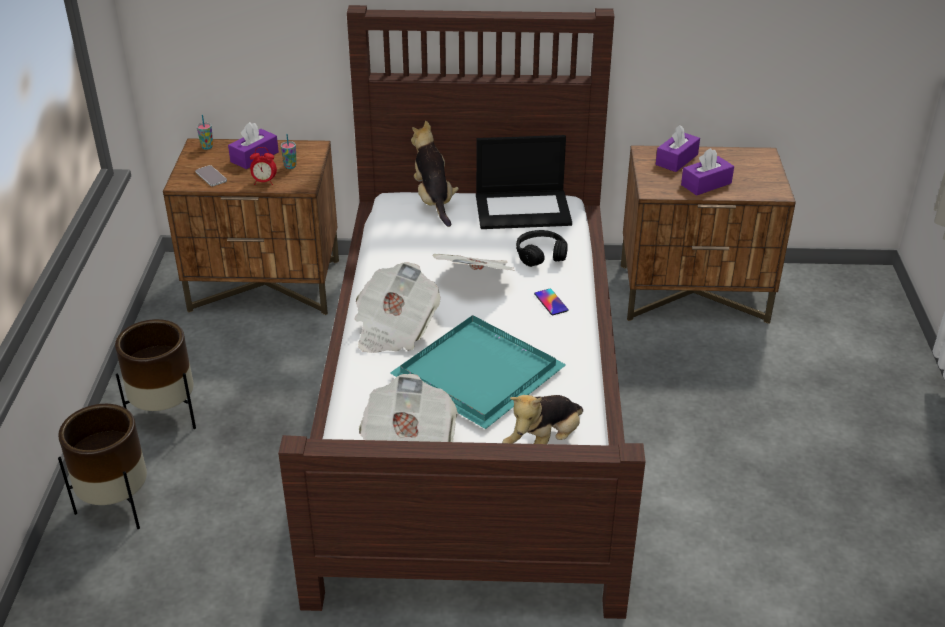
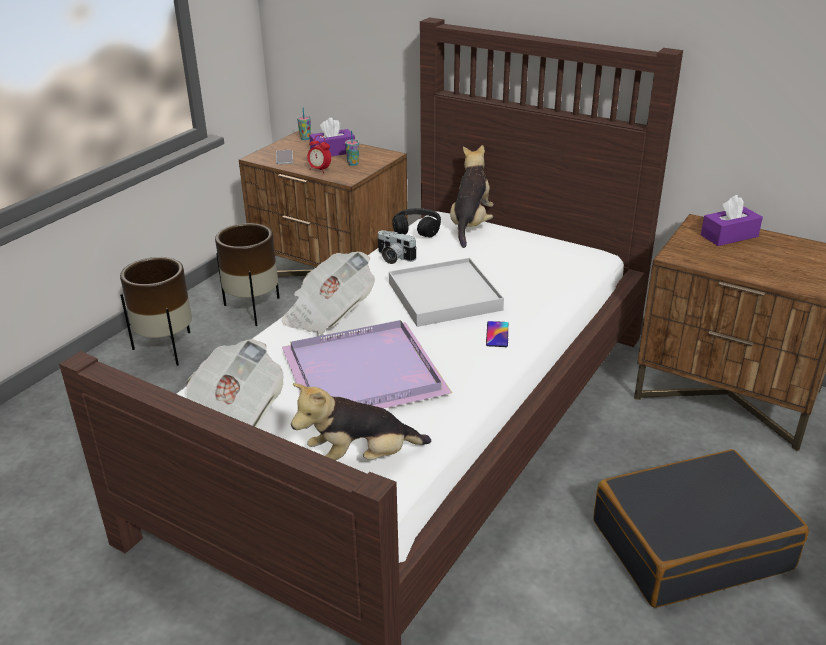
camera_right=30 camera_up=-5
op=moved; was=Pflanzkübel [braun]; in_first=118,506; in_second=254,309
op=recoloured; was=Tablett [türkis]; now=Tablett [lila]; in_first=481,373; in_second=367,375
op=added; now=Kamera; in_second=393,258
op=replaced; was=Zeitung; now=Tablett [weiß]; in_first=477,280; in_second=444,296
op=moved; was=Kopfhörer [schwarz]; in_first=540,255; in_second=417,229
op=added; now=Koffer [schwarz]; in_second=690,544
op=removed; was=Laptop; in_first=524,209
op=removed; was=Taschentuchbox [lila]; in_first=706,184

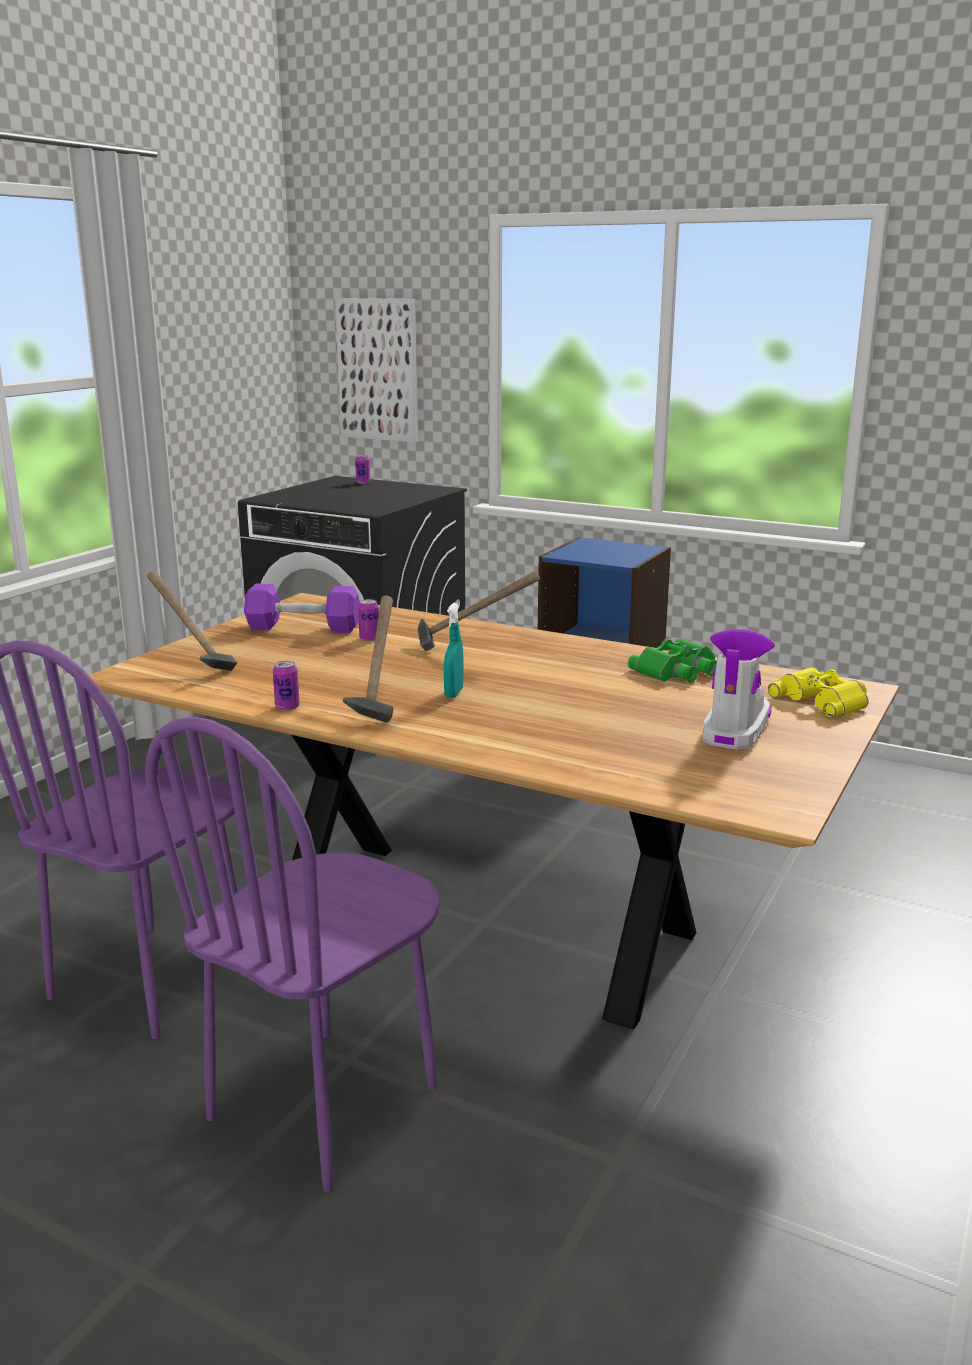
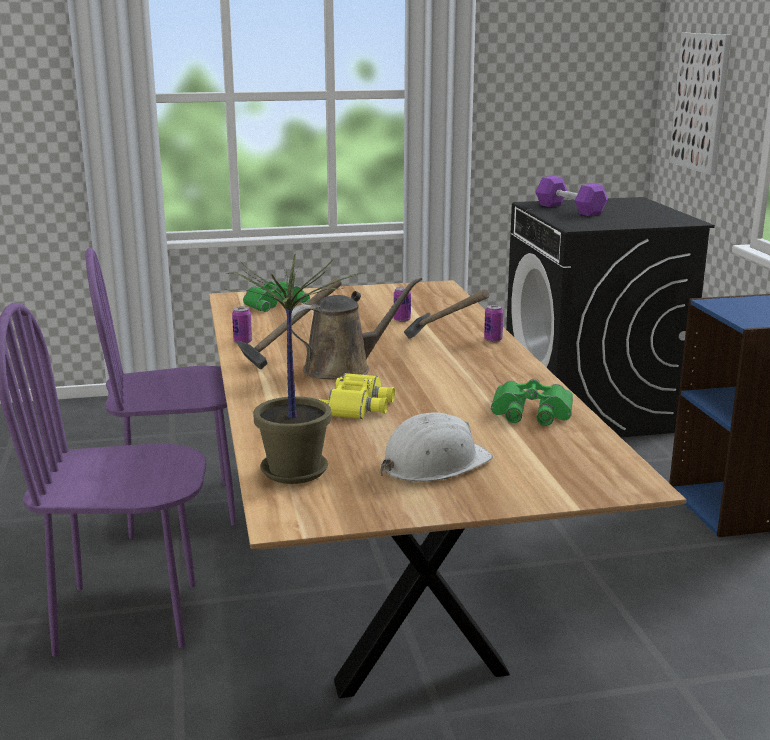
camera_right=50 camera_up=0
op=added; now=Topfpflanze; in_second=293,470
op=replaced; was=Hammer; now=Fernglas [grün]; in_first=192,663; in_second=273,302
op=replaced; was=Sprühflasche [türkis]; now=Gießkanne [braun]; in_first=454,693; in_second=343,368
op=moved; was=Fernglas [gelb]; in_first=823,701; in_second=359,405
op=replaced; was=Stiefel; now=Schutzhelm [weiß]; in_first=735,730; in_second=433,463
op=moved; was=Dose; in_first=363,483; in_second=493,340
op=moved; was=Hantel [lila]; in_first=303,628; in_second=570,209

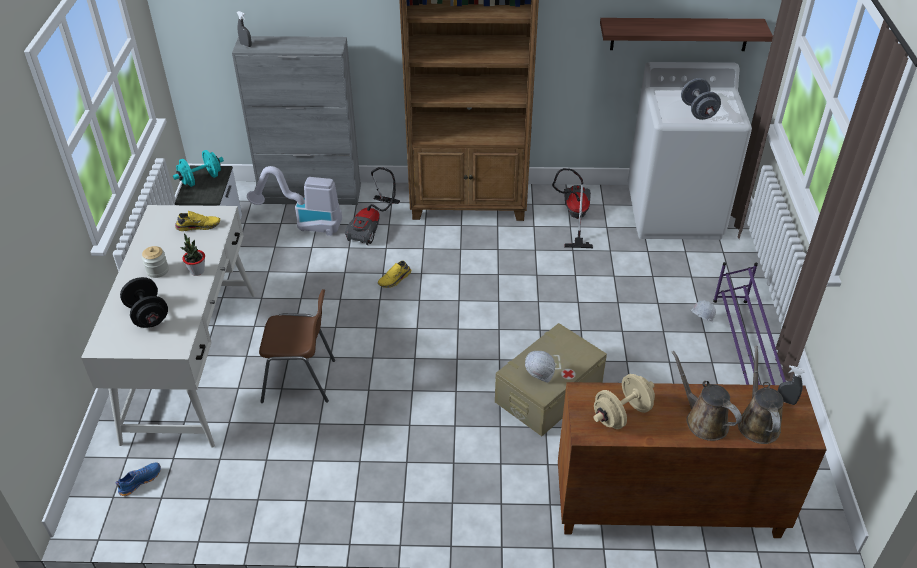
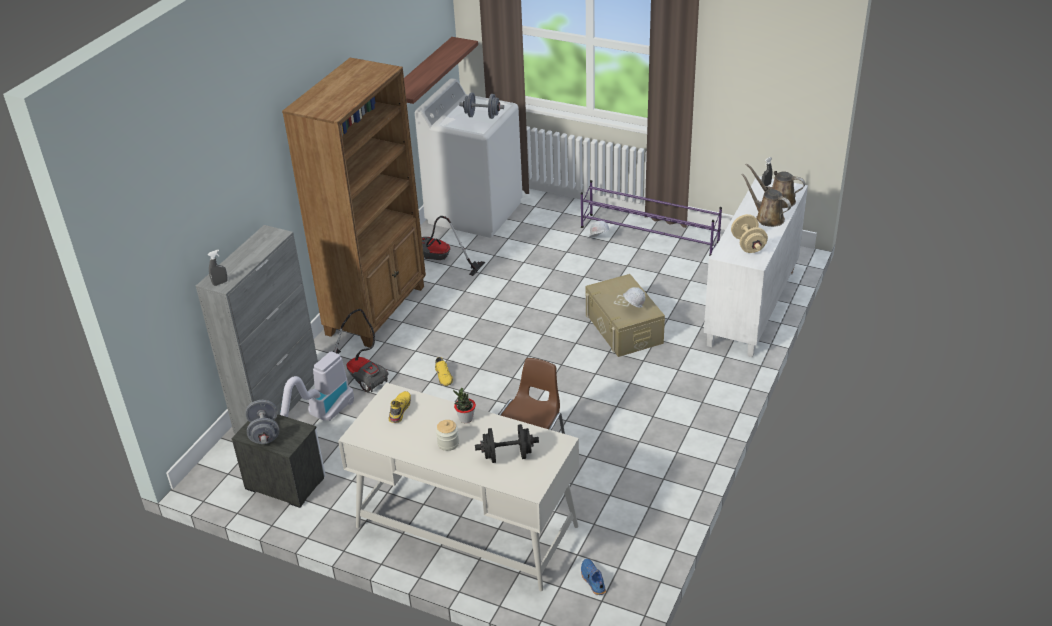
camera_right=-65 camera_up=-5
op=recoloured; was=Hantel [türkis]; now=Hantel [grau]; in_first=201,179; in_second=265,433
op=recoloured; was=Schrank [braun]; now=Schrank [weiß]; in_first=666,509; in_second=752,308
op=turned; was=Gießkanne [braun]; in_first=703,420; in_second=767,218; clockwise=60

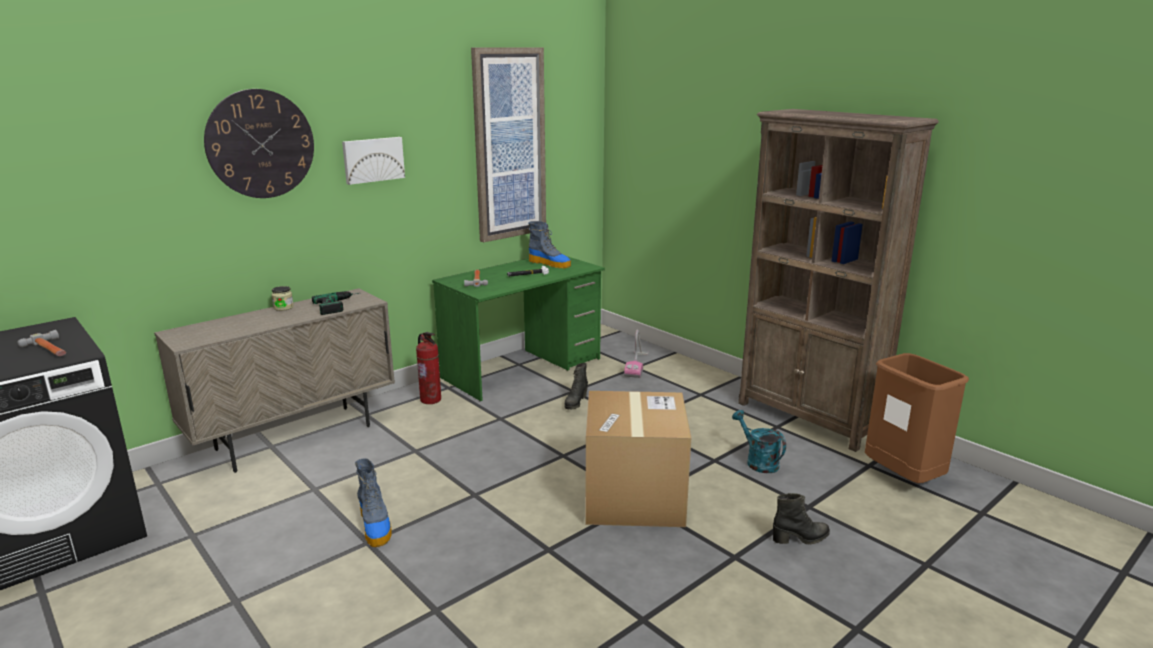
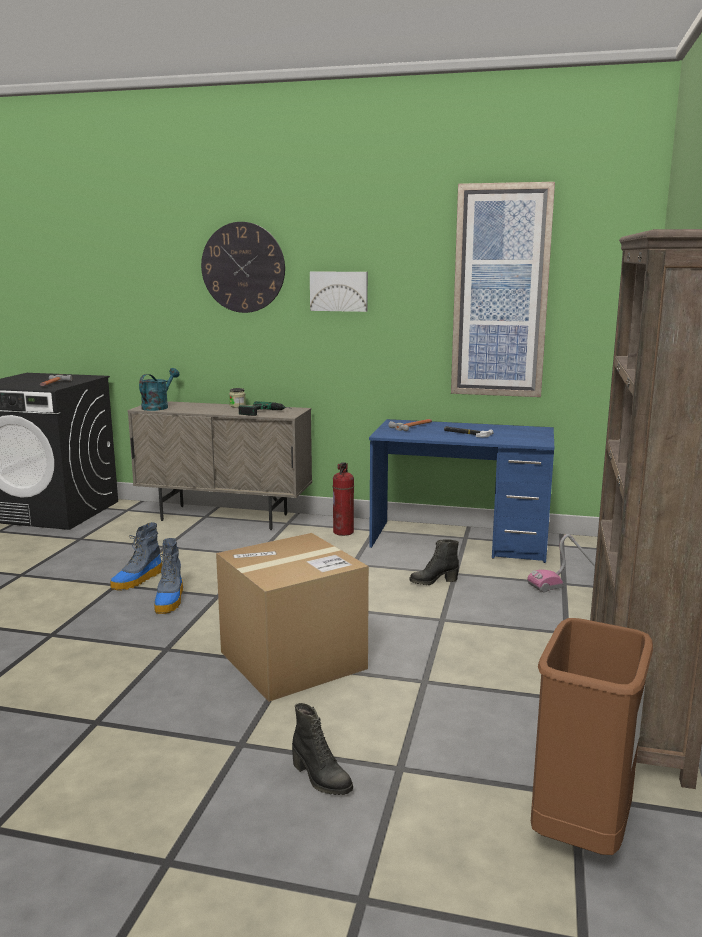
camera_right=55 camera_up=-5
op=moved; was=Gießkanne [türkis]; in_first=758,461; in_second=158,407
op=moved; was=Stiefel; in_first=550,264; in_second=170,600
op=recoloured; was=Schreibtisch [grün]; now=Schreibtisch [blau]; in_first=522,368; in_second=459,541

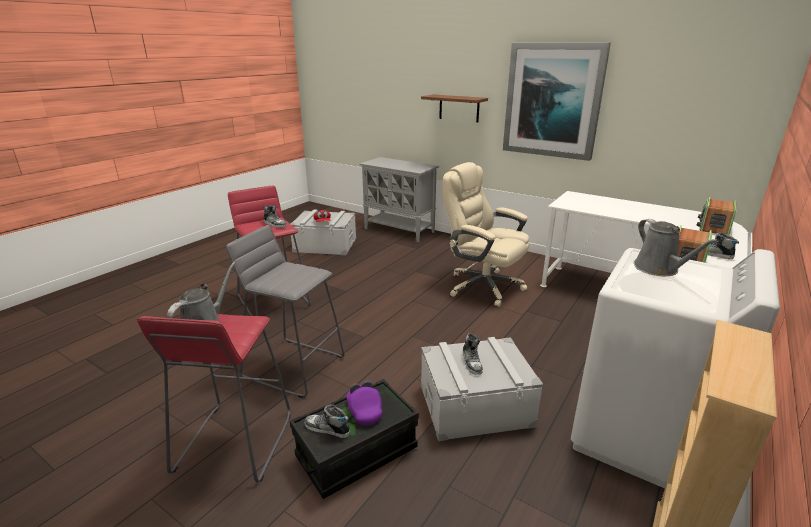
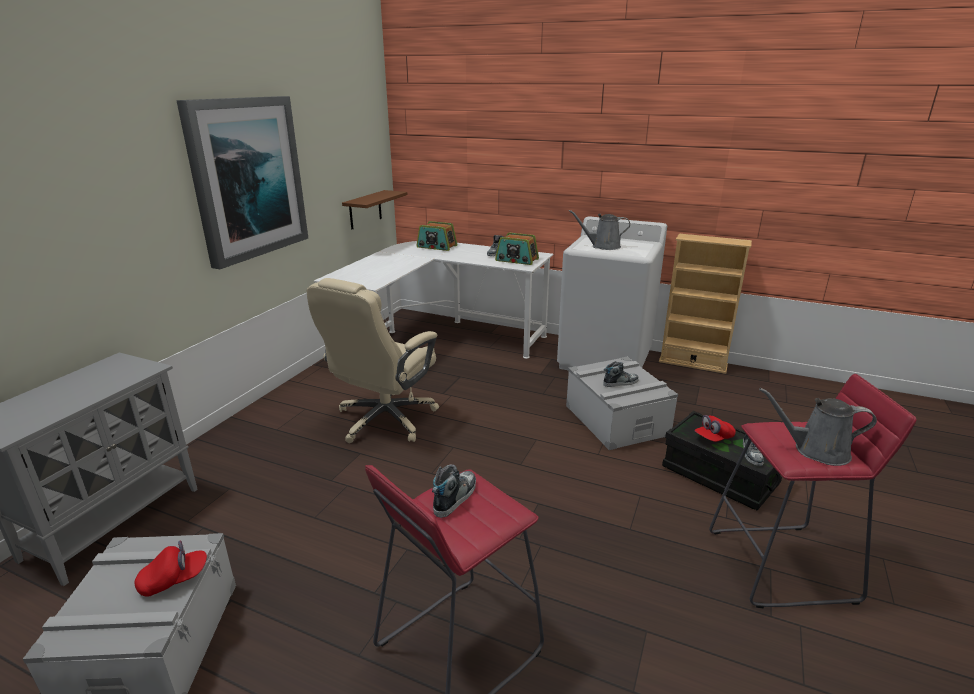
camera_right=-100 camera_up=0
op=moved; was=Wandregal [braun]; in_first=459,108; in_second=365,210
op=turned; was=Gießkanne [grau]; in_first=659,269; in_second=603,246; clockwise=-150
op=recoloured; was=Kappe [lila]; now=Kappe [rot]; in_first=364,410; in_second=713,438
op=removed; was=Hocker [grau]; in_first=294,366

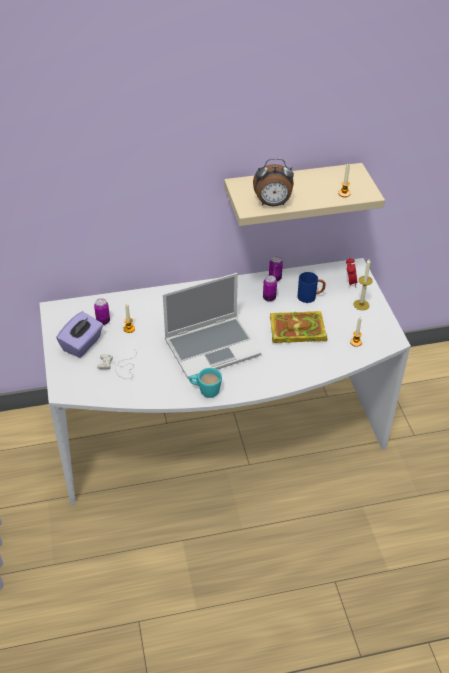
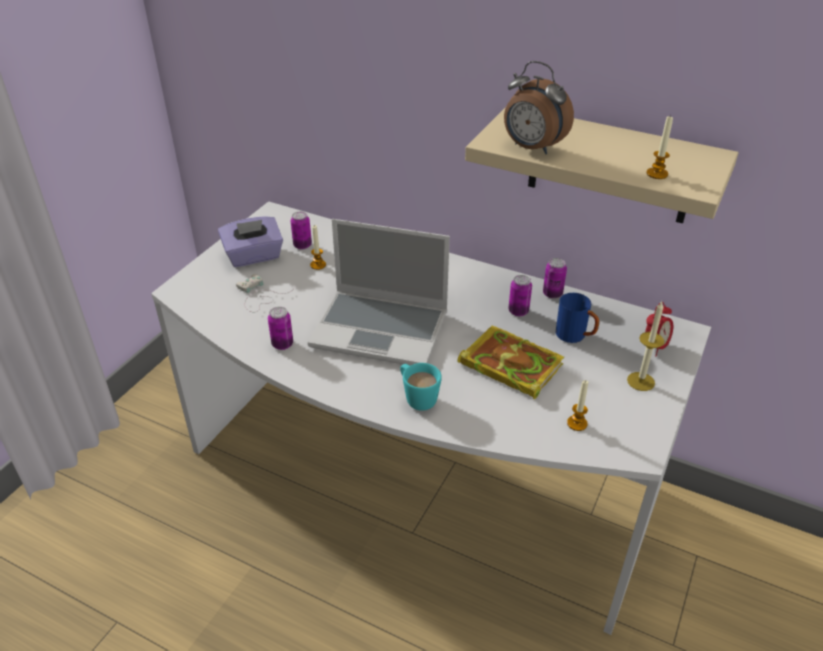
camera_right=40 camera_up=-5
op=added; now=Dose; in_second=282,344
op=moved; was=Henkelbecher [türkis]; in_first=205,391; in_second=417,397

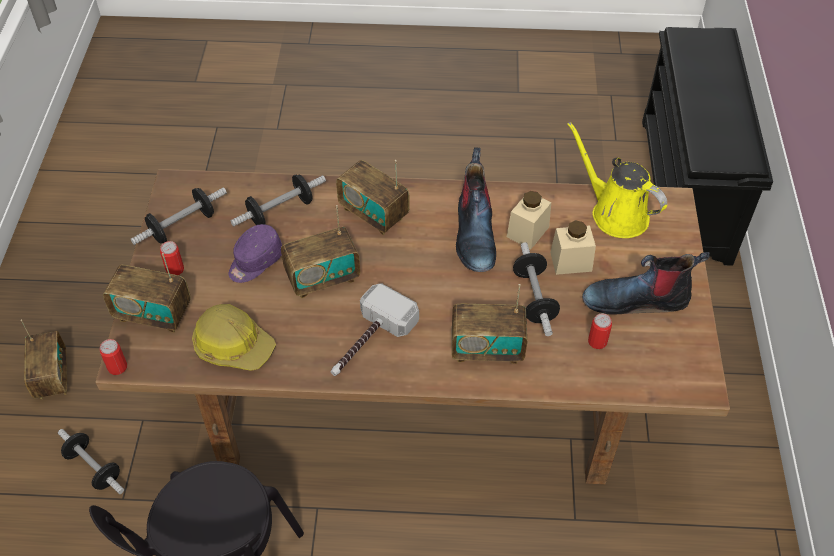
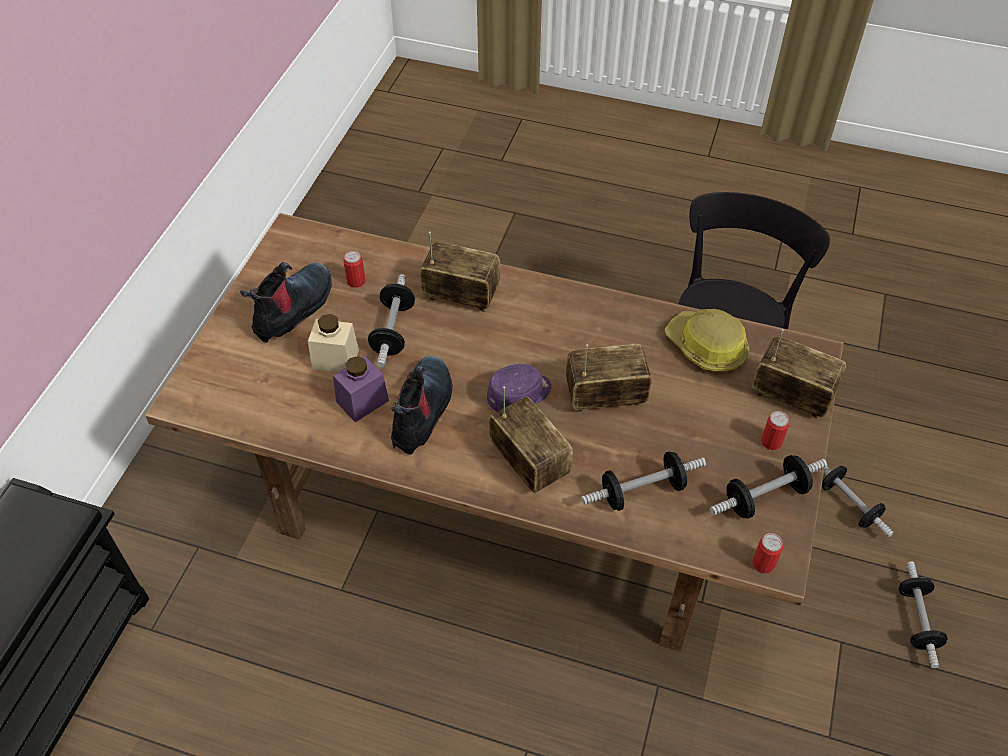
camera_right=-165 camera_up=0
op=turned; was=Stiefel; in_first=637,299; in_second=294,309; clockwise=-75
op=recoloured; was=Vorratsglas [beige]; now=Vorratsglas [lila]; in_first=527,232; in_second=362,401
op=moved; was=Kappe [lila]; in_first=255,262; in_second=520,395
op=moved; was=Dose; in_first=117,367; in_second=763,563
op=replaced; was=Radio; now=Hantel; in_first=52,377; in_second=917,620
op=removed; was=Hammer; in_first=367,343
op=removed; was=Gießkanne [gelb]; in_first=615,213

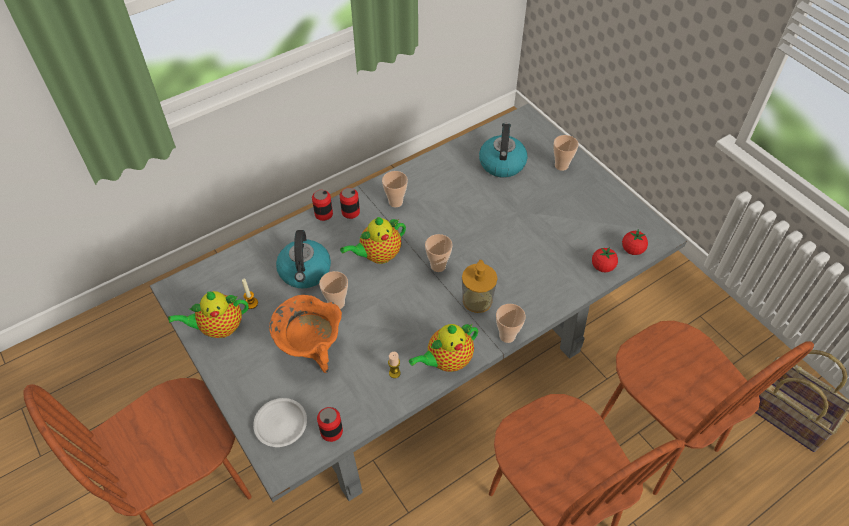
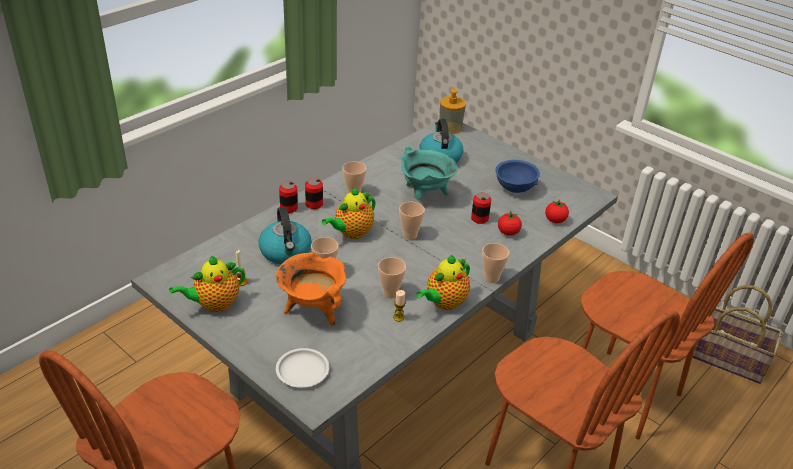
camera_right=-15 camera_up=-15
op=moved; was=Tasse; in_first=561,165; in_second=390,293
op=added; now=Kochtopf [türkis]; in_second=425,196
op=moved; was=Seifenspender; in_first=477,300; in_second=450,128
op=moved; was=Dose; in_first=331,431; in_second=479,219
op=added; now=Schüssel [blau]; in_second=514,189
op=moved; was=Tomate; in_first=632,250; in_second=508,232

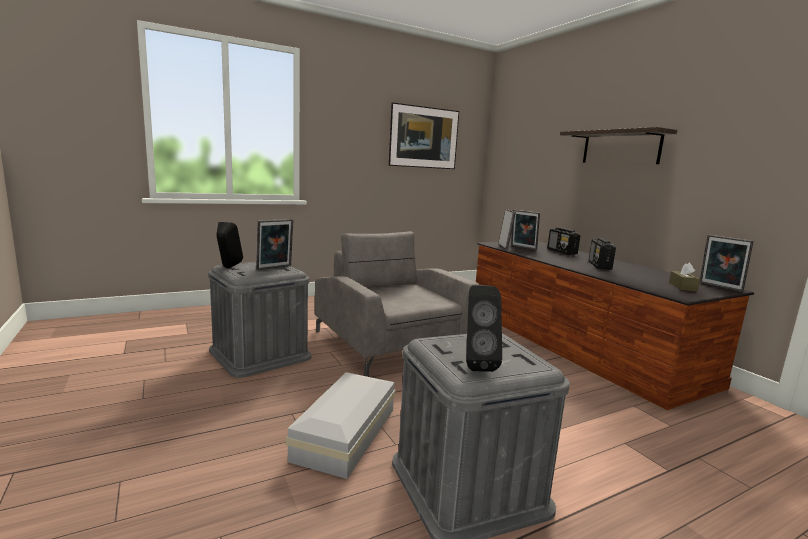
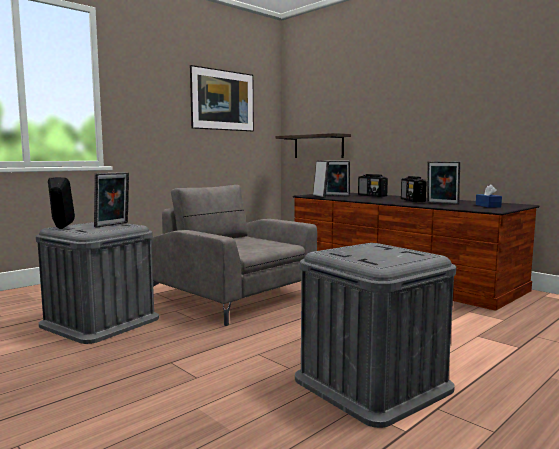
camera_right=-15 camera_up=-5
op=moved; was=Wandregal; in_first=620,147; in_second=318,146
op=moved; was=Bilderrahmen; in_first=719,287; in_second=442,203
op=recoloured; was=Taschentuchbox [braun]; now=Taschentuchbox [blau]; in_first=682,287; in_second=488,206
op=removed; was=Aufbewahrungsbox [weiß]; in_first=348,432
op=removed; was=Lautsprecher [schwarz]; in_first=476,364

